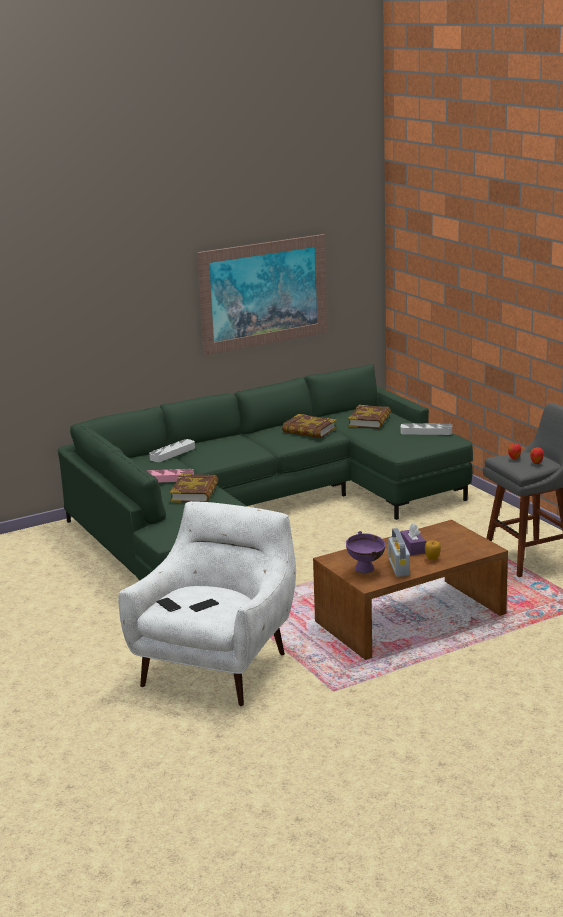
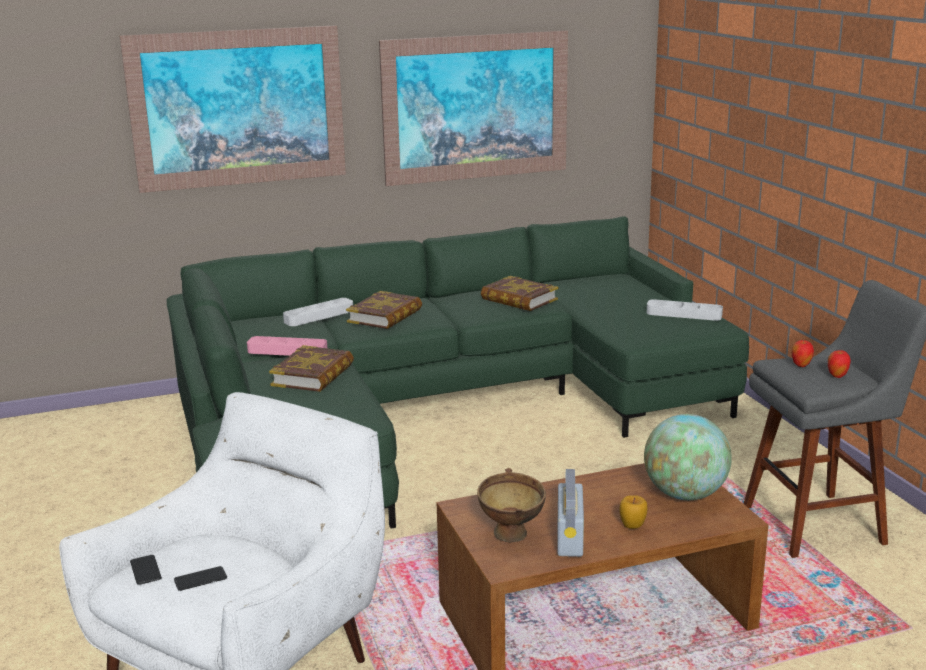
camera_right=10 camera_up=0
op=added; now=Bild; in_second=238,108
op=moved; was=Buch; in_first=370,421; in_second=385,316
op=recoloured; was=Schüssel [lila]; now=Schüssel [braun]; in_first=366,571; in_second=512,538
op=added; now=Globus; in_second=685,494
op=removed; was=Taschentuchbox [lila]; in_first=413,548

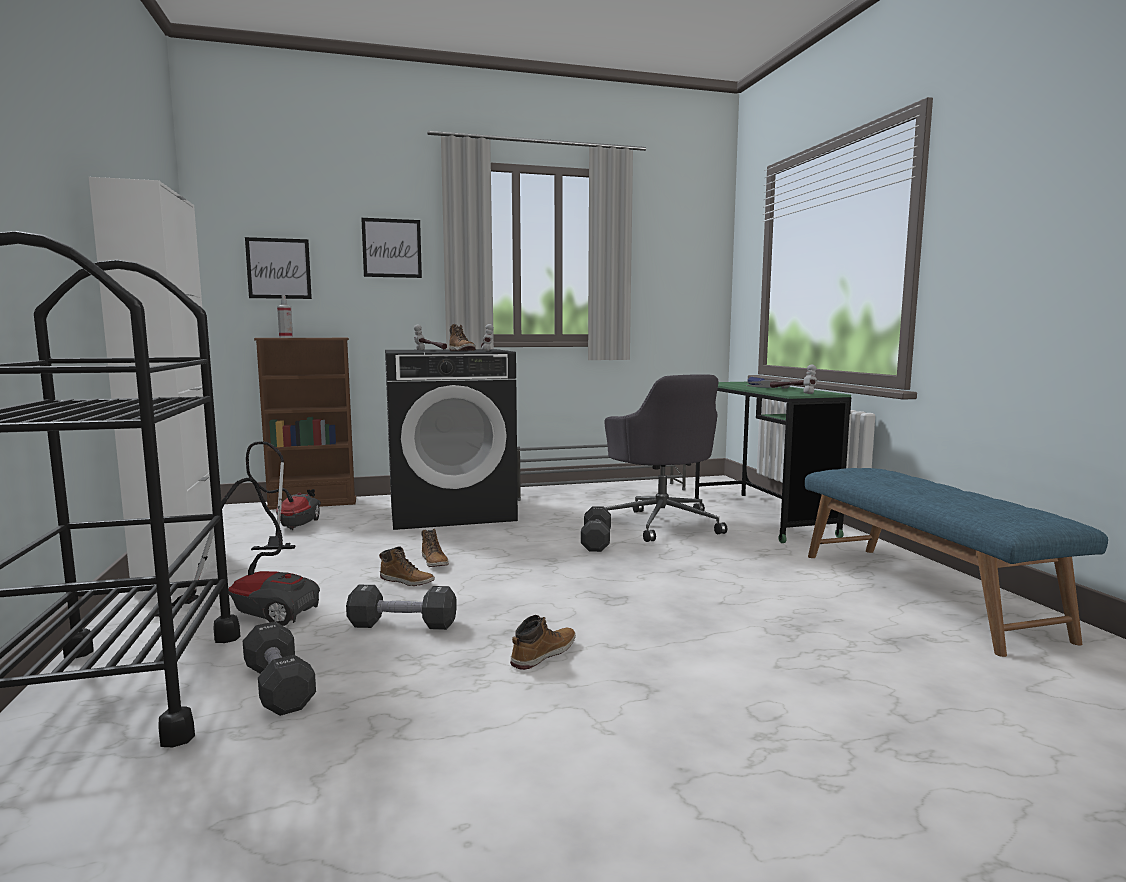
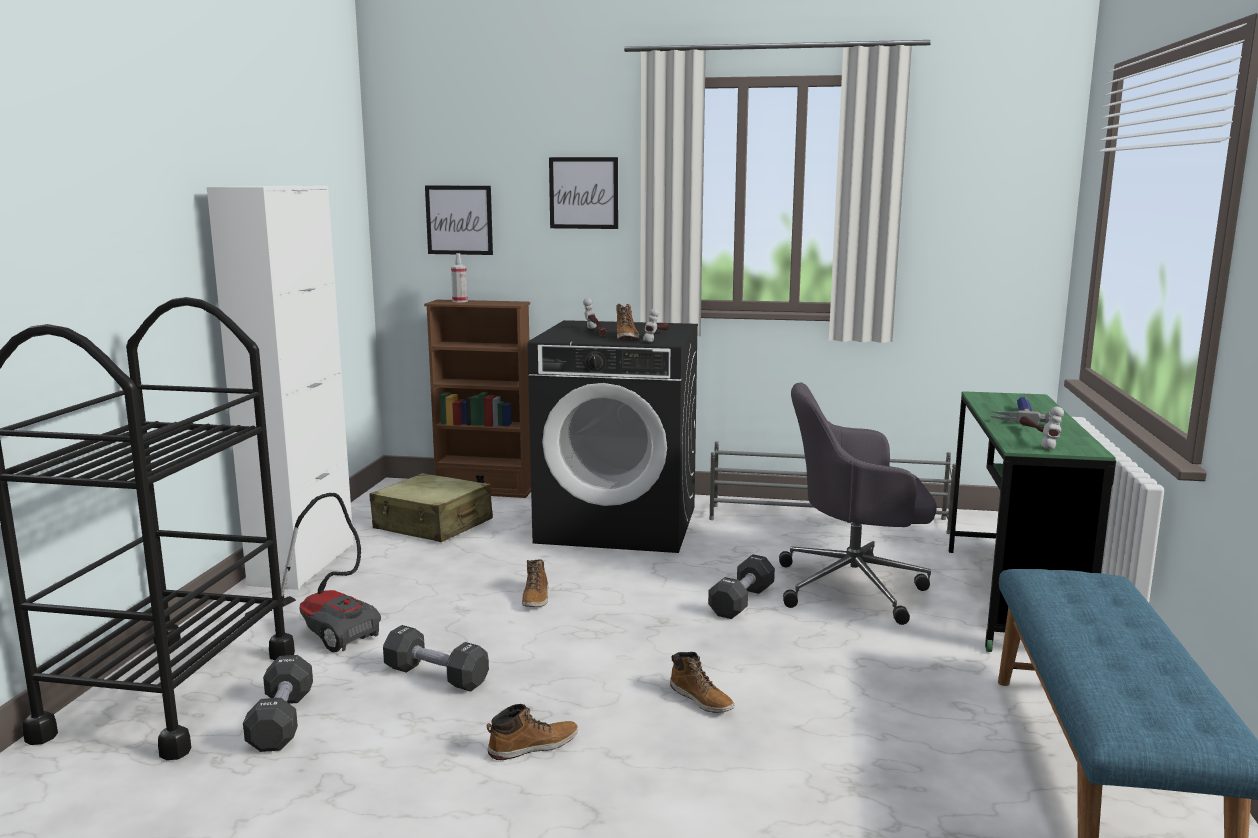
camera_right=25 camera_up=5
op=replaced; was=Staubsauger; now=Koffer [beige]; in_first=288,529; in_second=433,525
op=moved; was=Stiefel; in_first=407,581; in_second=702,699
op=turned; was=Bürostuhl [grau]; in_first=662,523; in_second=855,587; clockwise=90

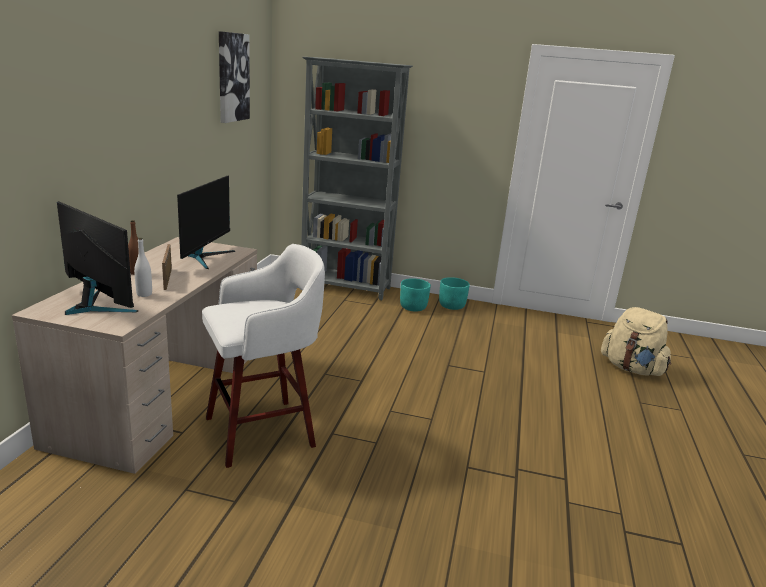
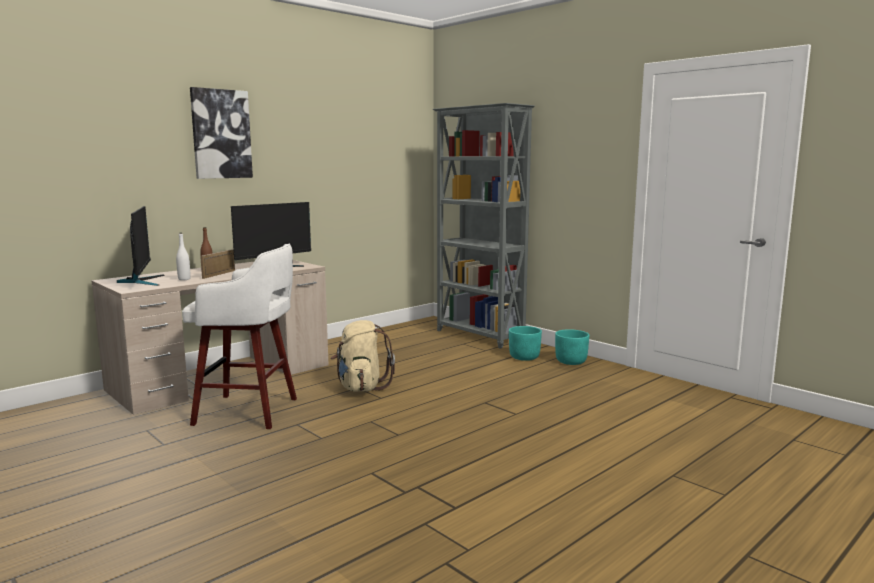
camera_right=35 camera_up=-10
op=moved; was=Bild; in_first=232,77; in_second=221,134
op=moved; was=Rucksack [beige]; in_first=632,368; in_second=361,387

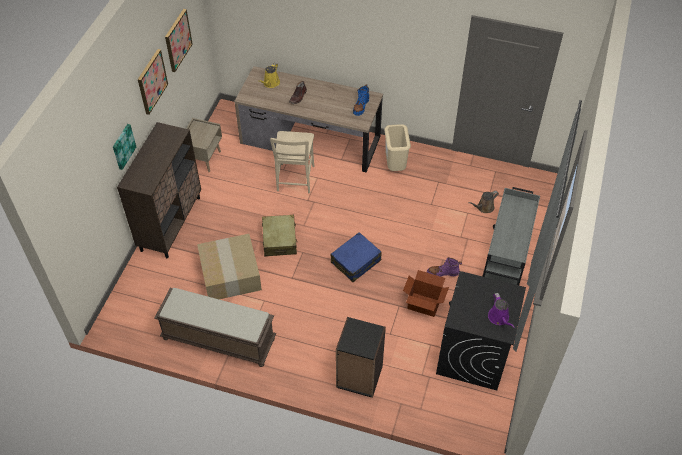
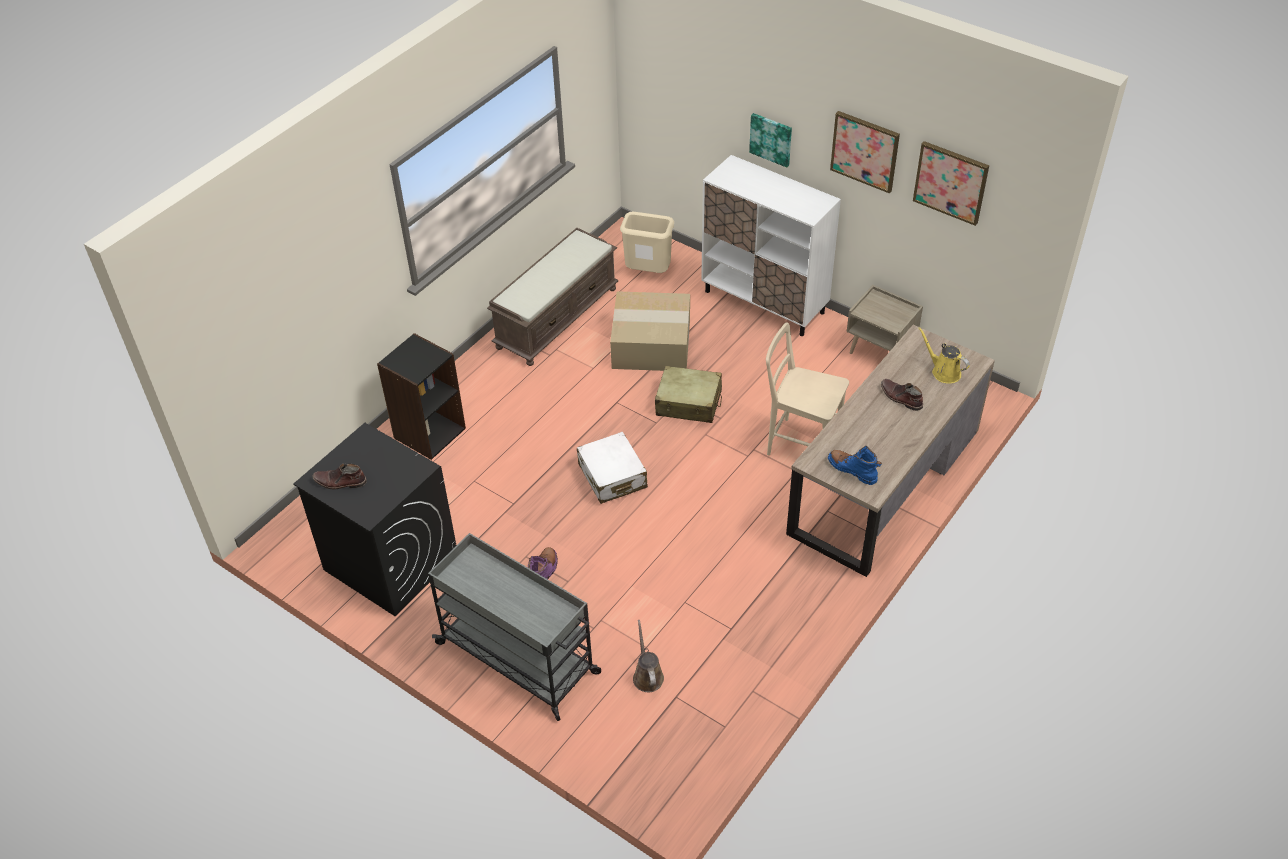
camera_right=110 camera_up=-5
op=replaced; was=Gießkanne [lila]; now=Stiefel [braun]; in_first=499,318; in_second=340,482
op=recoloured; was=Koffer [blau]; now=Koffer [weiß]; in_first=356,261; in_second=612,476
op=moved; was=Mülleimer [beige]; in_first=394,166; in_second=648,273
op=recoloured; was=Schrank [braun]; now=Schrank [weiß]; in_first=171,223; in_second=764,302
op=removed; was=Karton; in_first=423,305

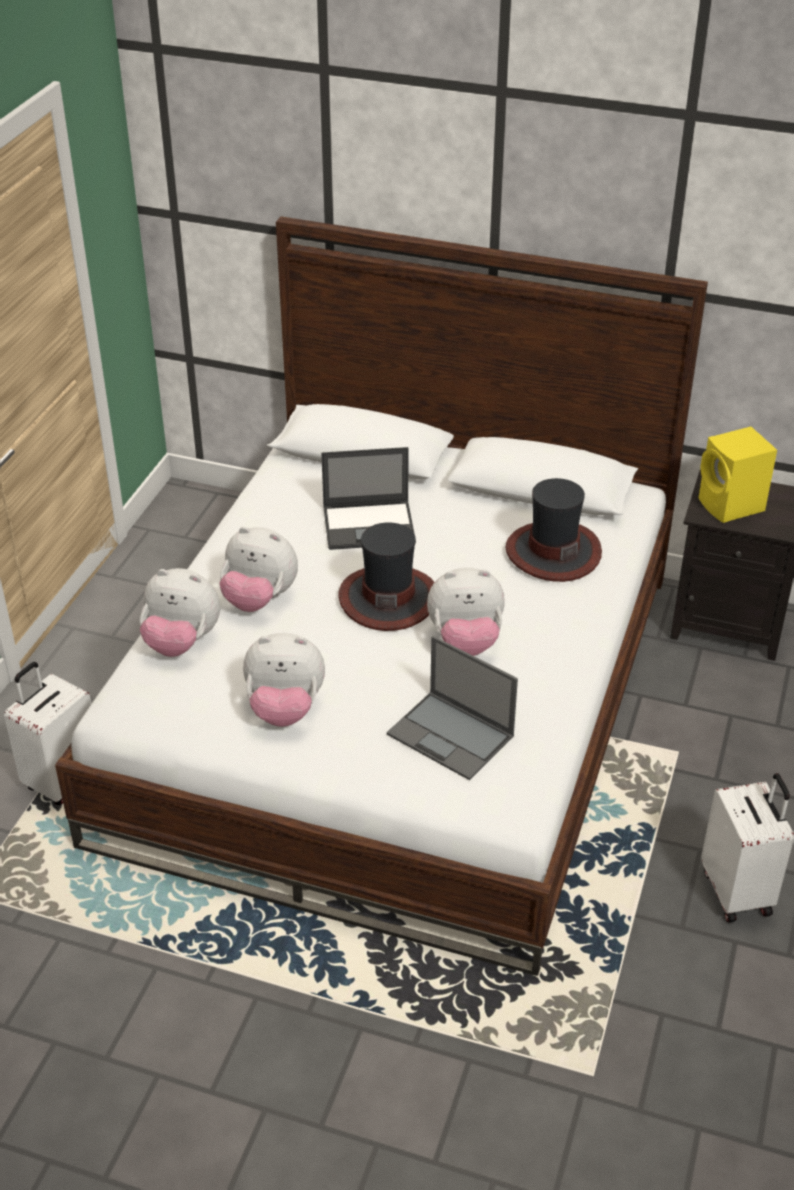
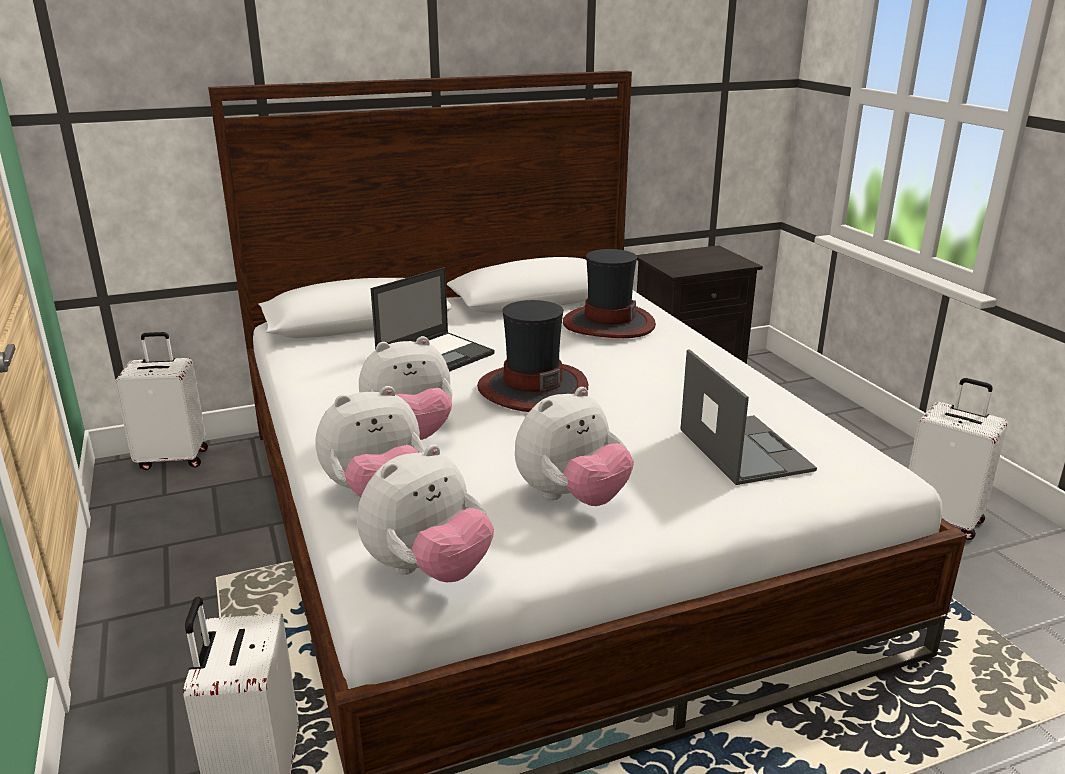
camera_right=-40 camera_up=-15
op=added; now=Koffer [weiß]; in_second=173,458
op=moved; was=Plüschtier; in_first=465,641; in_second=428,570
op=turned; was=Laptop; in_first=452,735; in_second=743,449; clockwise=-105
op=removed; was=Lautsprecher [gelb]; in_first=731,506

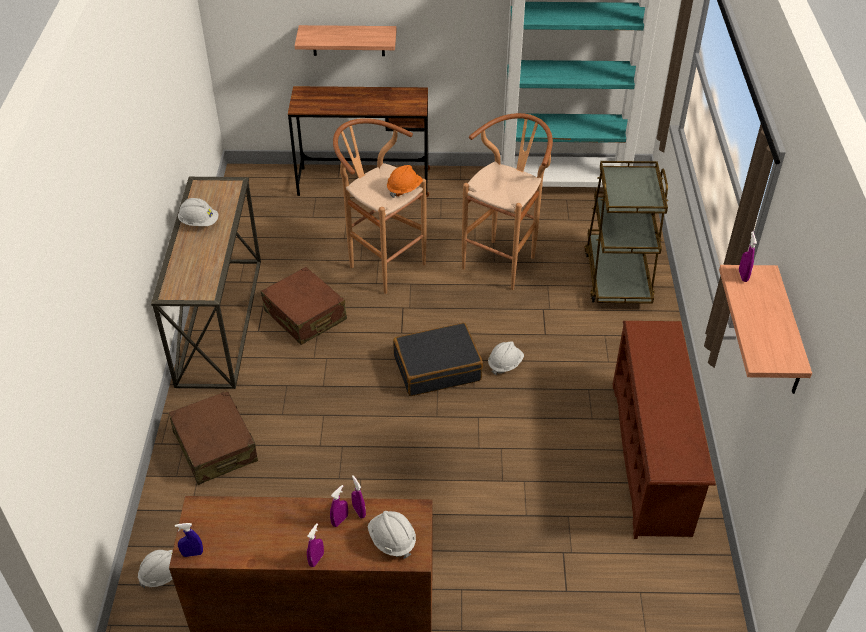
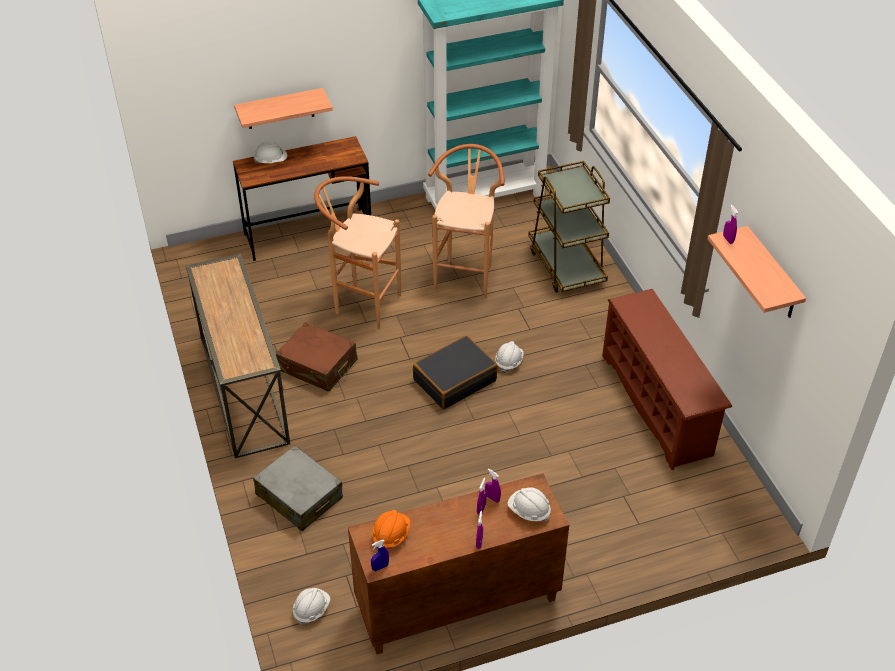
camera_right=-20 camera_up=0
op=recoloured; was=Koffer [braun]; now=Koffer [grau]; in_first=215,446; in_second=299,496
op=moved; was=Schutzhelm [weiß]; in_first=199,222; in_second=271,161
op=moved; was=Schutzhelm [orange]; in_first=404,189; in_second=391,535

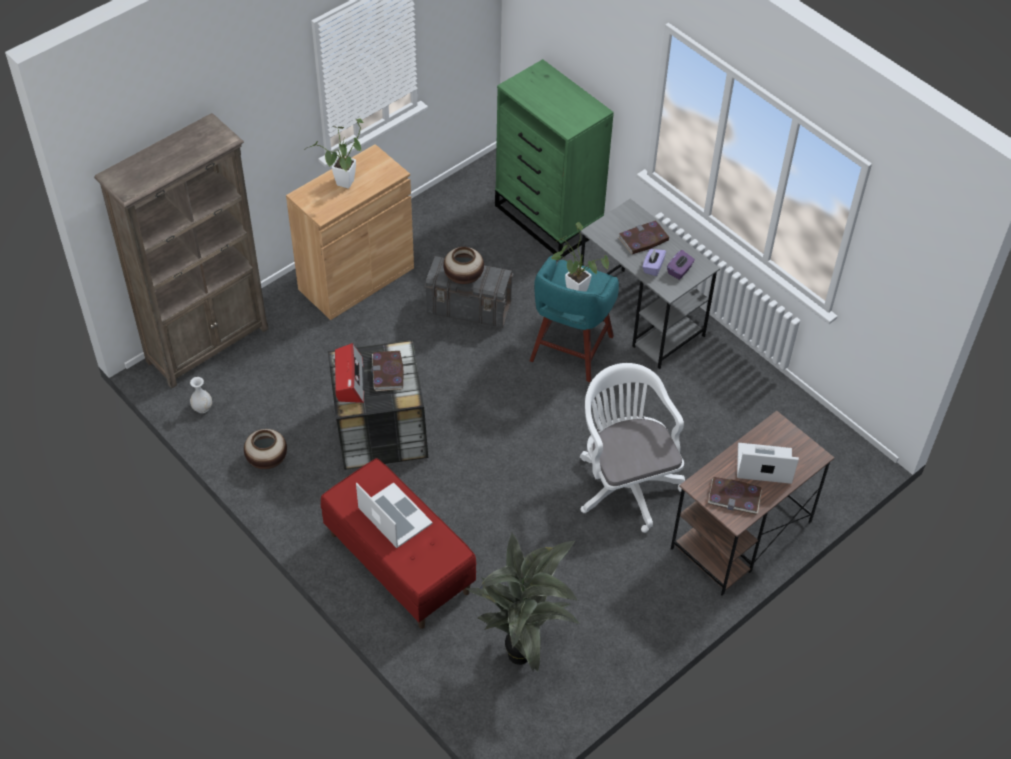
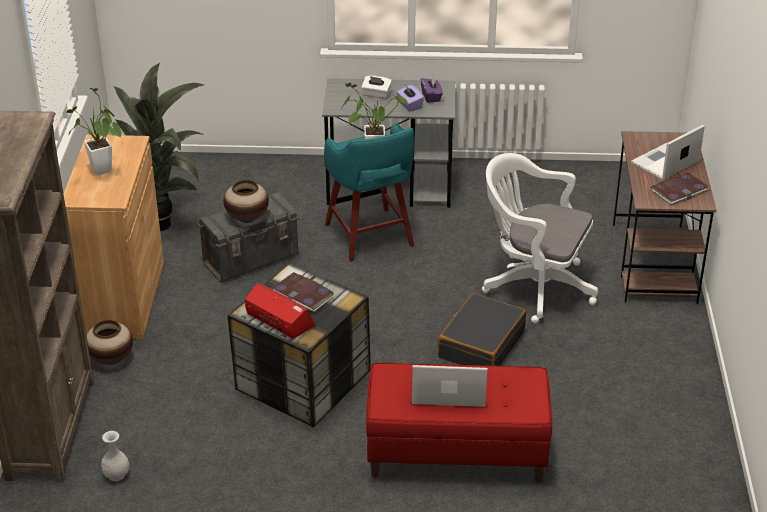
camera_right=-45 camera_up=-15
op=moved; was=Vase; in_first=267,460; in_second=111,359
op=moved; was=Topfpflanze; in_first=524,657; in_second=165,224
op=replaced; was=Buch; now=Taschentuchbox [weiß]; in_first=643,239; in_second=376,94
op=added; now=Koffer [schwarz]; in_second=481,344
op=removed; was=Kommode [grün]; in_first=548,219

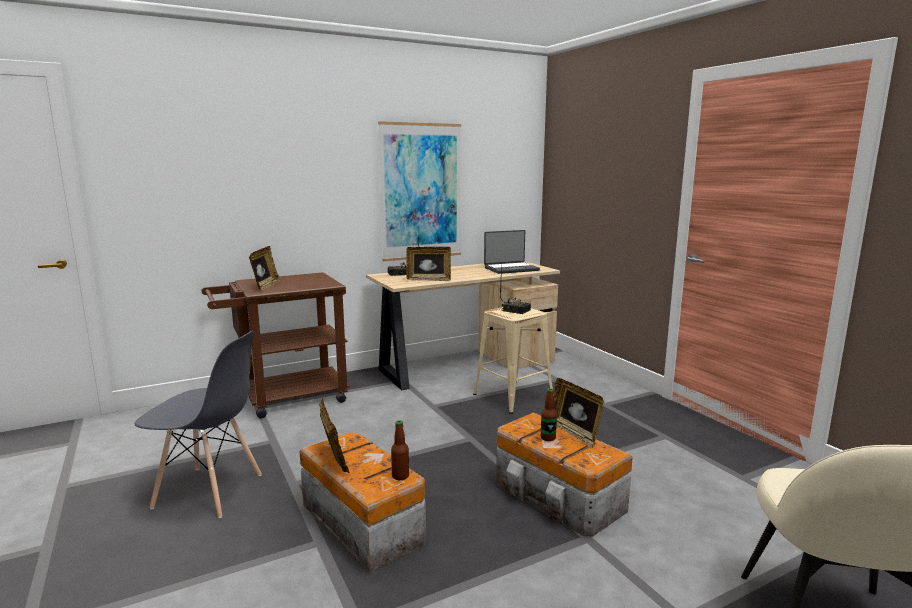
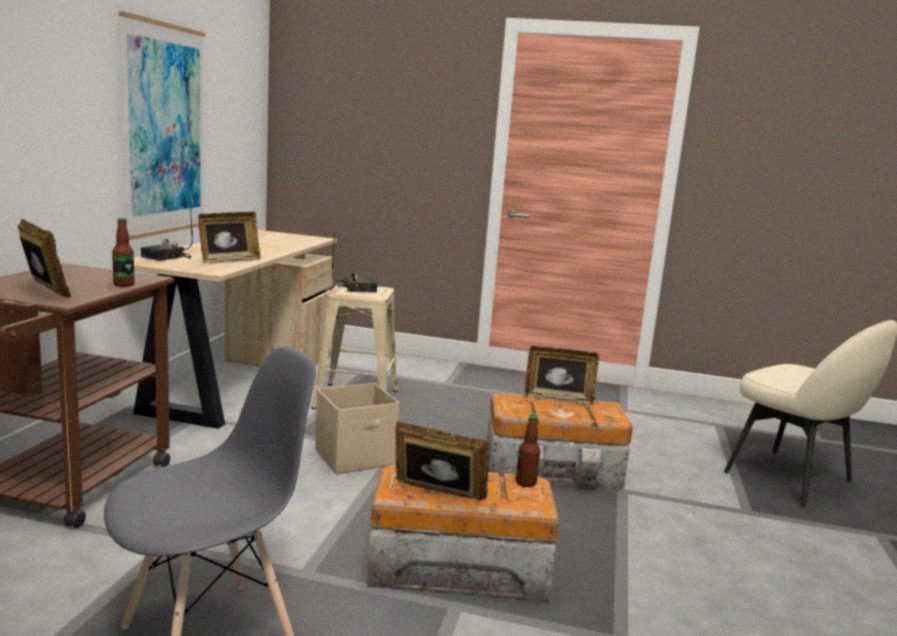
camera_right=-50 camera_up=0
op=moved; was=Flasche; in_first=548,438; in_second=124,284
op=added; now=Aufbewahrungsbox [beige]; in_second=356,457
op=removed; was=Laptop; in_first=511,269

